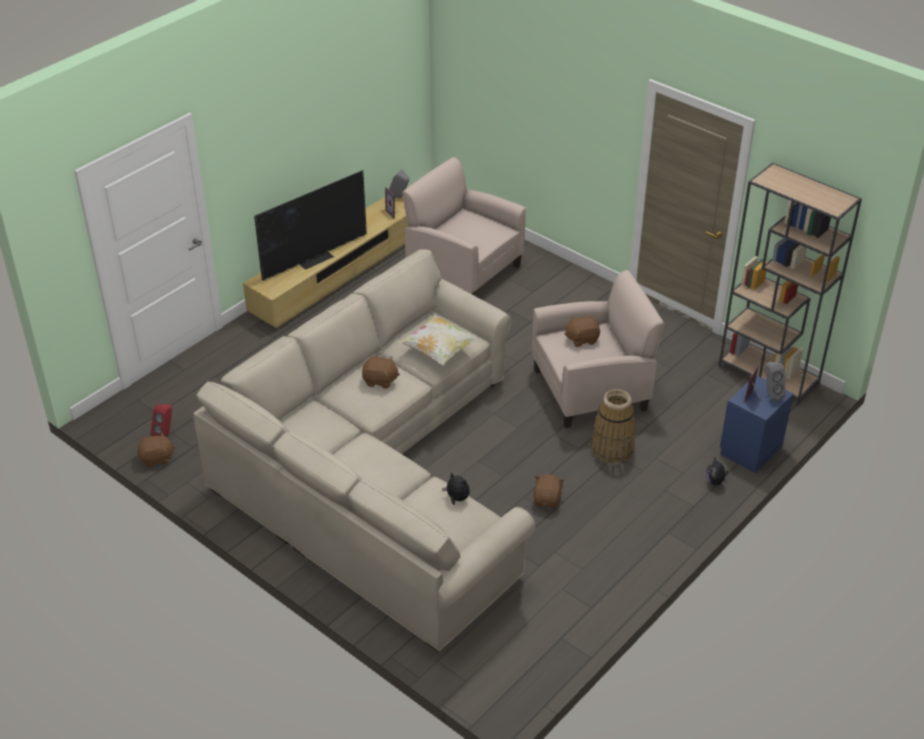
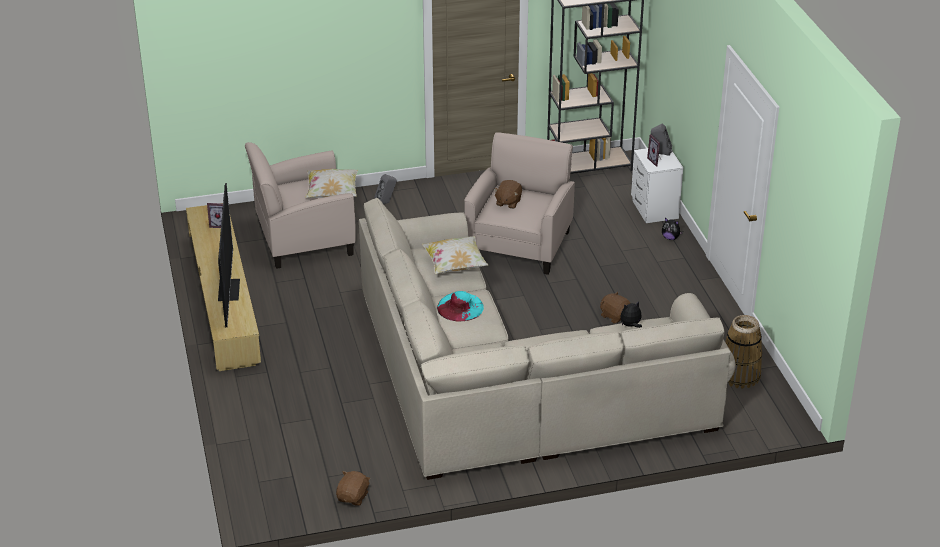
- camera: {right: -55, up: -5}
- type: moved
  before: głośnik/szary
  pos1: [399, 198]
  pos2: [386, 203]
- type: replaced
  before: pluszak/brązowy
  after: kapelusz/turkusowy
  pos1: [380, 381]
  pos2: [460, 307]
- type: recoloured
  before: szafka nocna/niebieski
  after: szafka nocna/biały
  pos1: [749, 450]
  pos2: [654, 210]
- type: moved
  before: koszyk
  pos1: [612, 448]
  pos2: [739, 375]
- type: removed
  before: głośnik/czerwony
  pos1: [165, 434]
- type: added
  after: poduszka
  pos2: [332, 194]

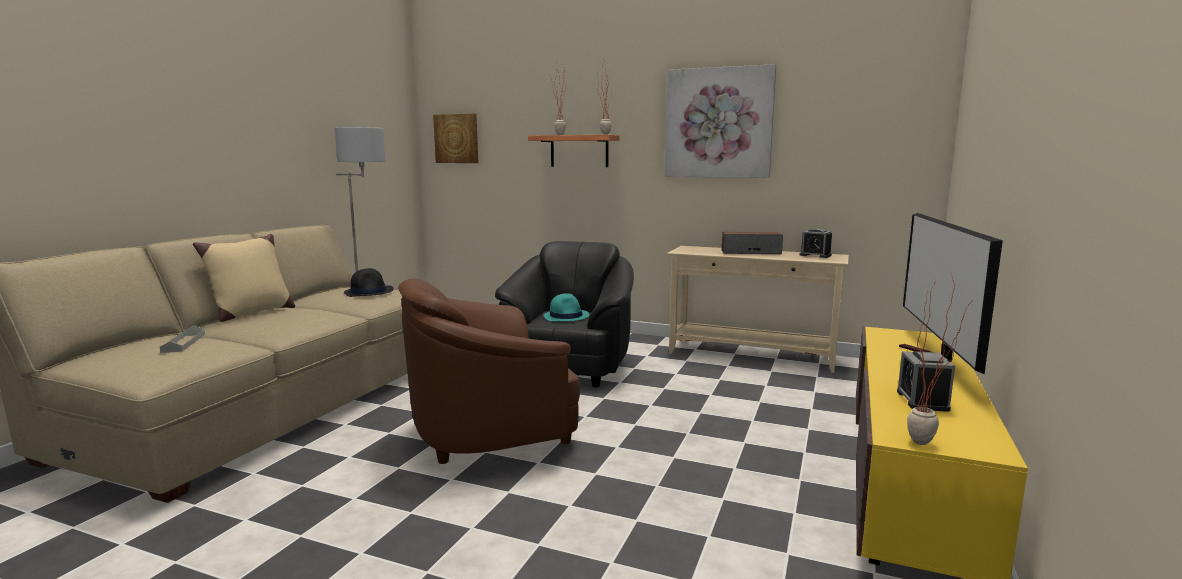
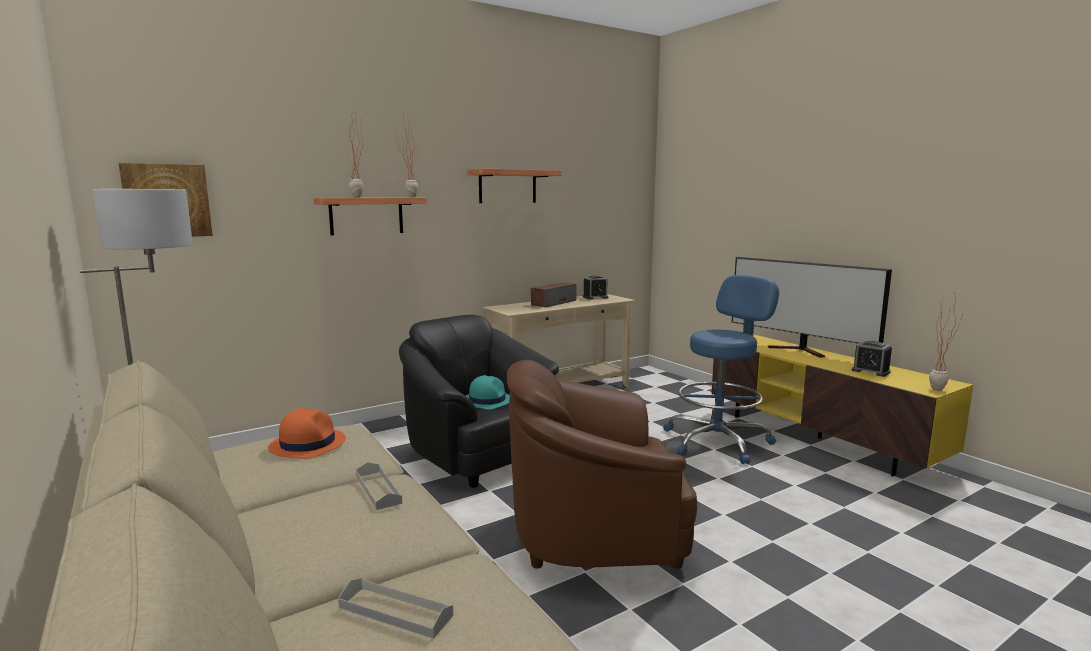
- camera: {right: -55, up: 0}
- type: replaced
  before: obraz
  after: półka
  pos1: [718, 123]
  pos2: [507, 186]
- type: removed
  before: poduszka/beżowy
  pos1: [251, 313]
- type: recoloured
  before: kapelusz/czarny
  after: kapelusz/pomarańczowy
  pos1: [369, 292]
  pos2: [307, 444]
- type: turned
  before: fotel/brązowy
  pos1: [491, 433]
  pos2: [595, 536]
  turn: 75
- type: added
  after: stołek/niebieski
  pos2: [718, 441]
- type: added
  after: taca/szary
  pos2: [378, 489]

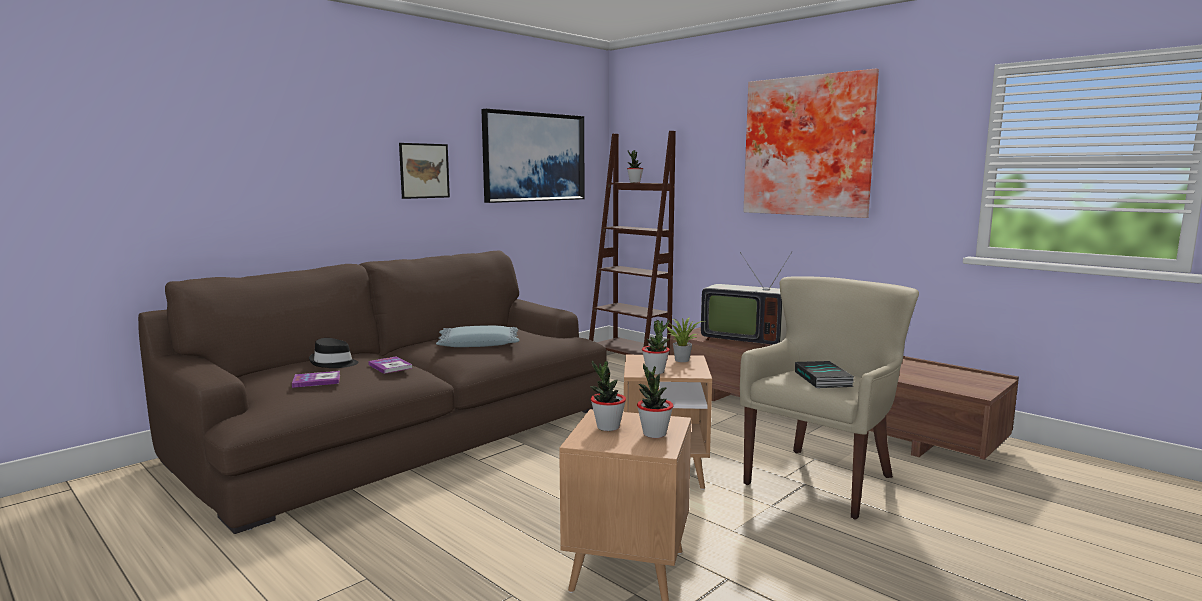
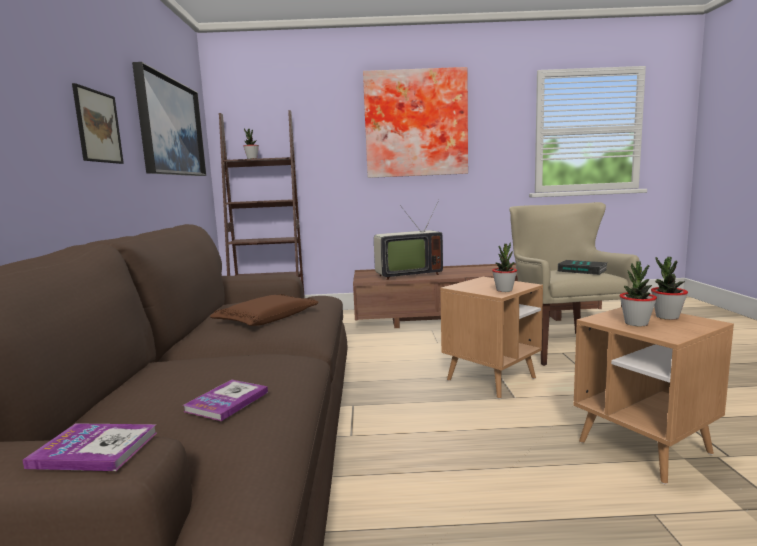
- camera: {right: -45, up: 0}
- type: removed
  before: roślina doniczkowa
  pos1: [681, 359]
- type: recoloured
  before: poduszka/niebieski
  after: poduszka/brązowy
  pos1: [478, 343]
  pos2: [267, 316]
- type: removed
  before: kapelusz/czarny
  pos1: [333, 363]
- type: moved
  before: książka
  pos1: [390, 366]
  pos2: [94, 449]

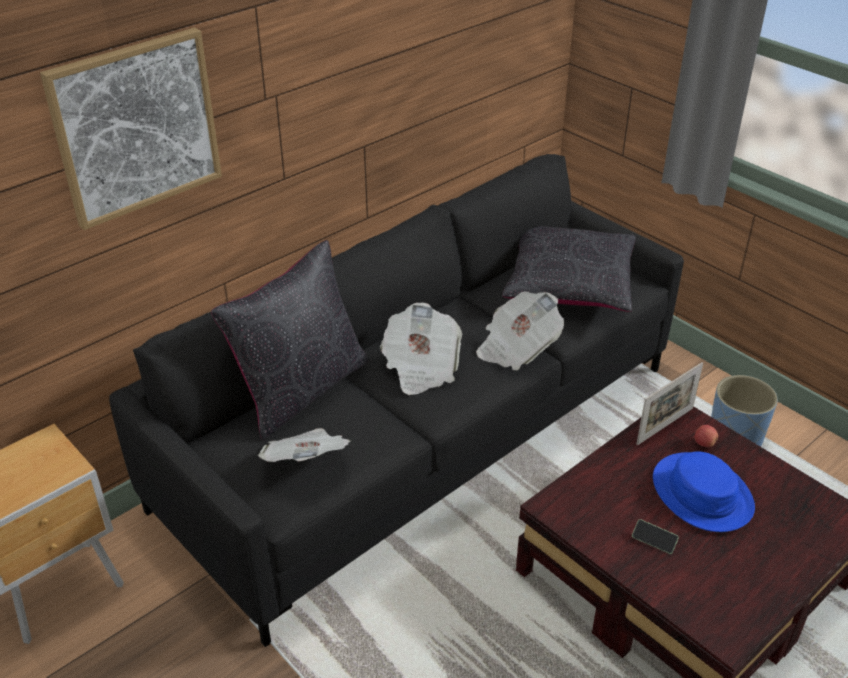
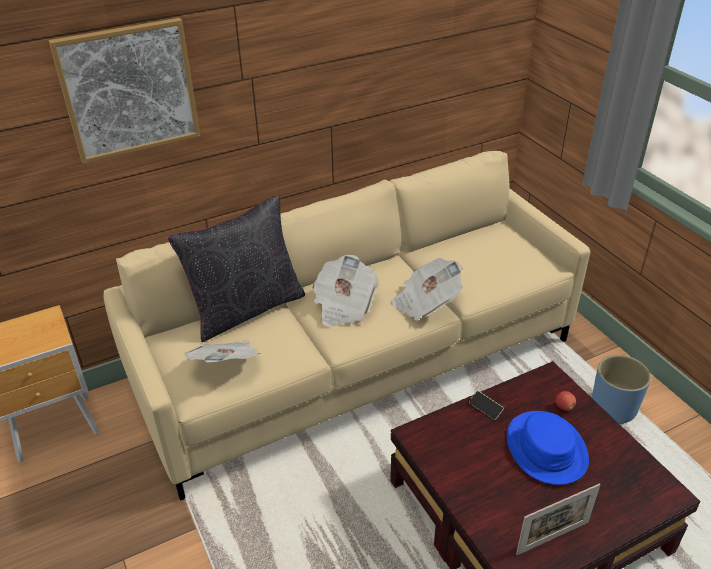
- camera: {right: 15, up: 0}
- type: recoloured
  before: kanapa/czarny
  after: kanapa/beżowy
  pos1: [424, 437]
  pos2: [356, 362]
- type: removed
  before: poduszka/czarny
  pos1: [569, 284]
- type: moved
  before: ramka na zdjęcie
  pos1: [665, 426]
  pos2: [552, 538]
- type: moved
  before: telefon
  pos1: [654, 540]
  pos2: [485, 408]

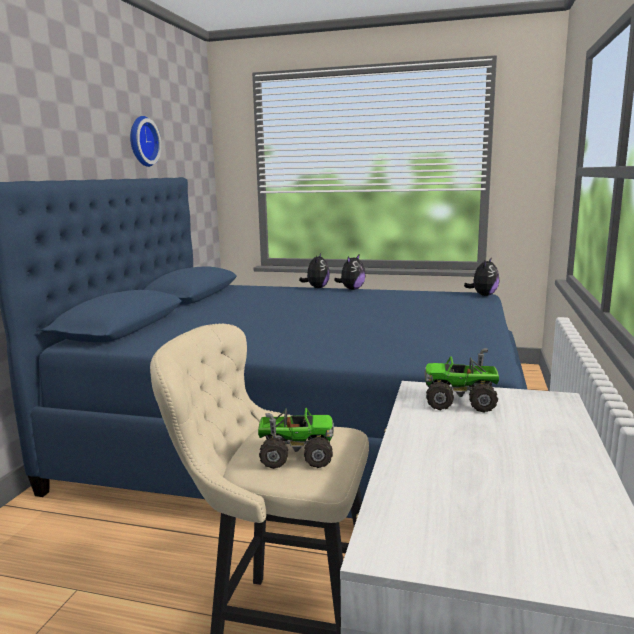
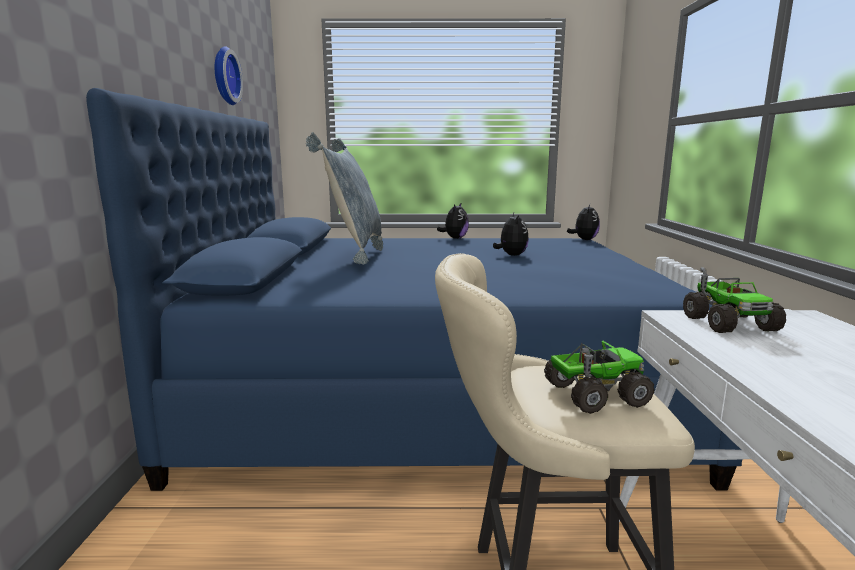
- camera: {right: -15, up: 0}
- type: moved
  before: pluszak
  pos1: [317, 288]
  pos2: [511, 255]
- type: turned
  before: ciężarówka zabawkowa
  pos1: [460, 400]
  pos2: [728, 323]
  turn: -90
- type: added
  after: poduszka
  pos2: [351, 259]

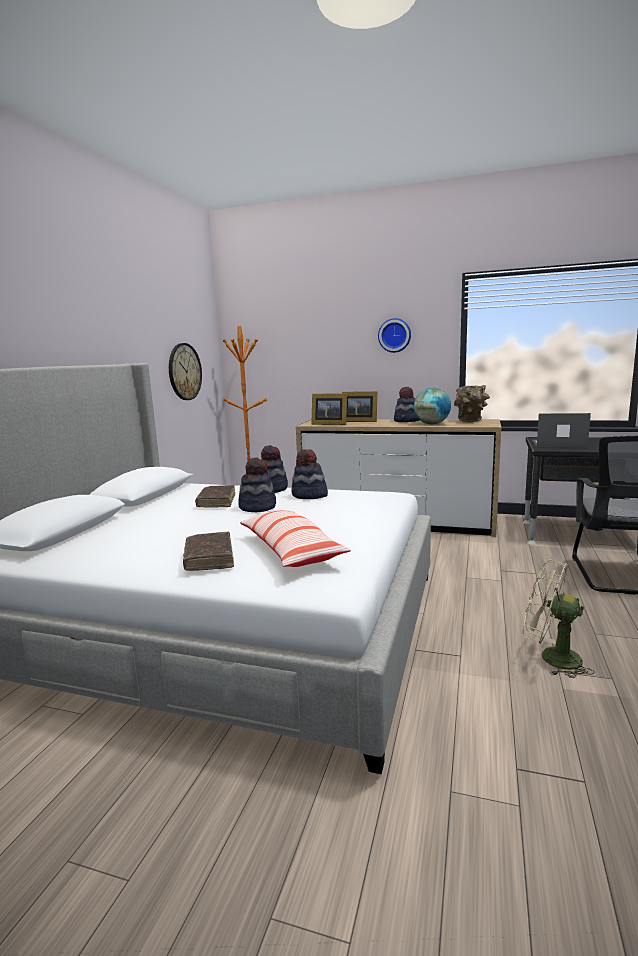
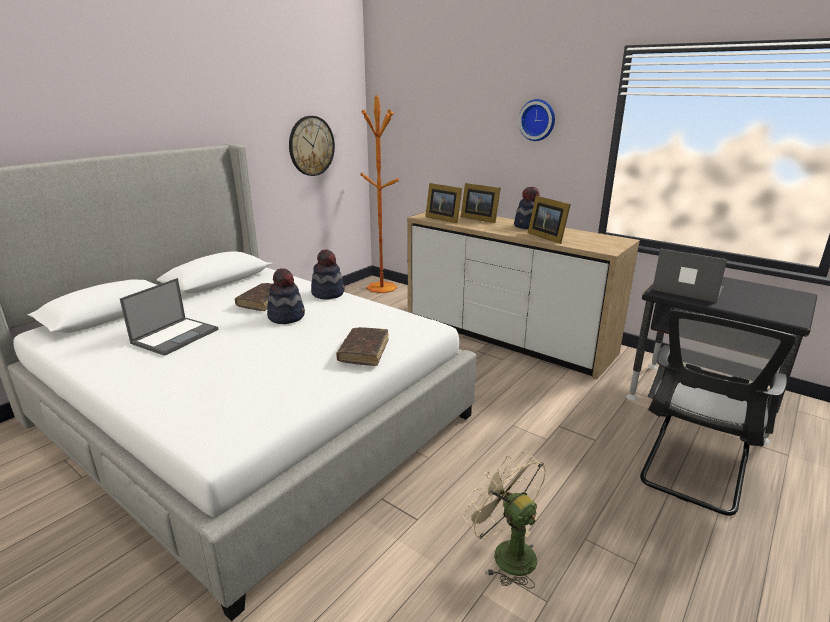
- camera: {right: 20, up: 10}
- type: removed
  before: wazon/brązowy
  pos1: [471, 421]
- type: replaced
  before: globus
  after: ramka na zdjęcie
  pos1: [432, 424]
  pos2: [547, 237]
- type: removed
  before: kapelusz
  pos1: [309, 495]
- type: removed
  before: poduszka
  pos1: [290, 550]
- type: moved
  before: książka/brązowy
  pos1: [209, 558]
  pos2: [364, 352]
- type: added
  after: laptop
  pos2: [176, 336]

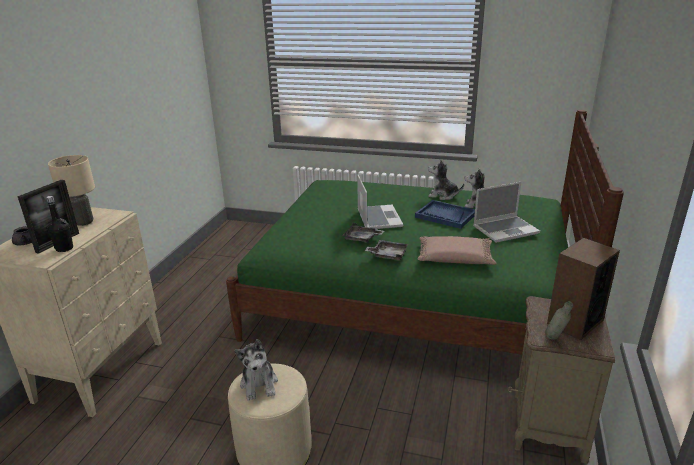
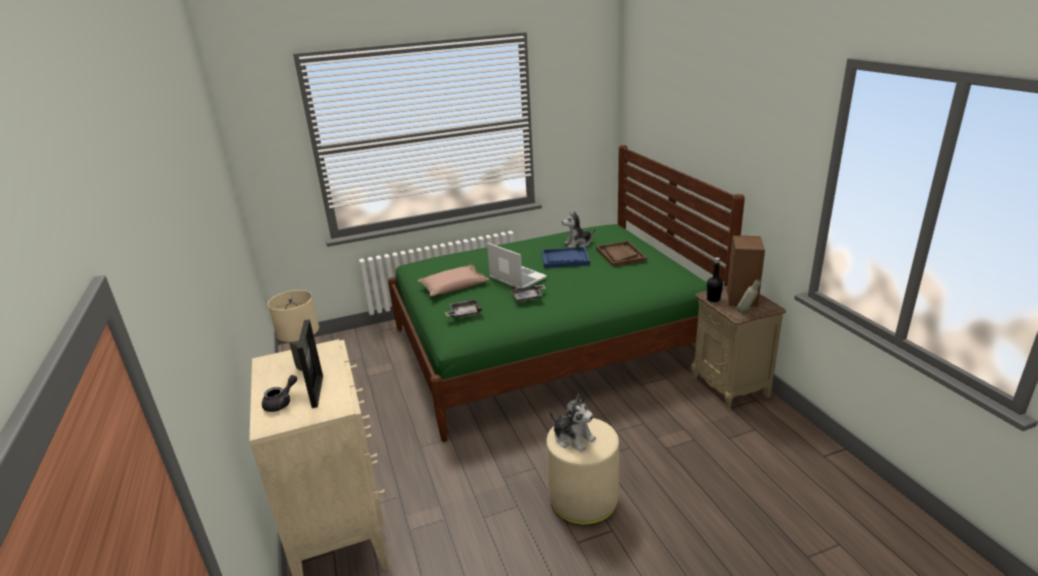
- camera: {right: -35, up: 0}
- type: removed
  before: pluszak
  pos1: [443, 195]
- type: replaced
  before: laptop
  after: taca/brązowy
  pos1: [505, 230]
  pos2: [620, 255]
- type: moved
  before: butelka/czarny
  pos1: [64, 248]
  pos2: [713, 299]
- type: moved
  before: poduszka/beżowy
  pos1: [455, 255]
  pos2: [453, 285]
- type: moved
  before: taca/szary
  pos1: [388, 255]
  pos2: [464, 314]

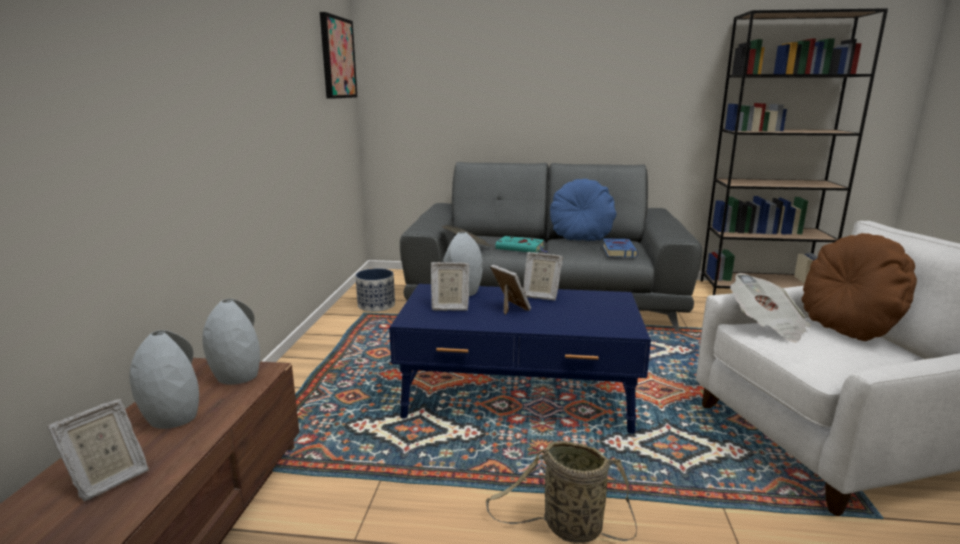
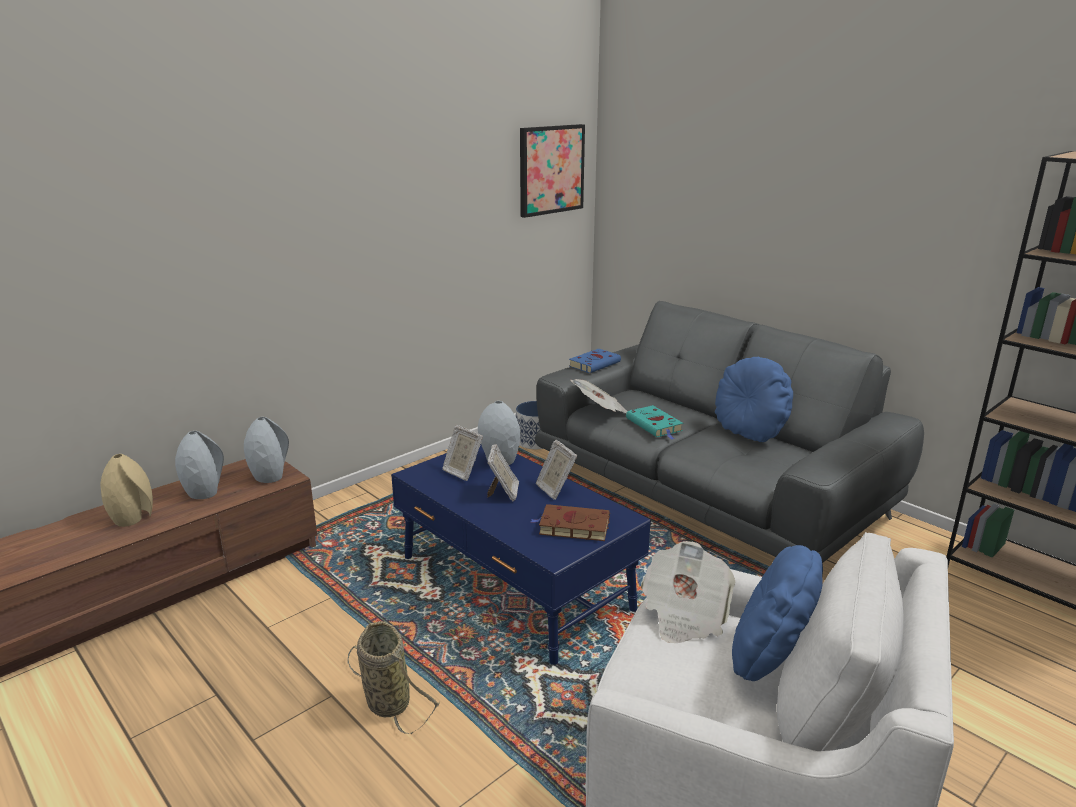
- camera: {right: 40, up: 5}
- type: recoloured
  before: poduszka/brązowy
  after: poduszka/niebieski
  pos1: [846, 330]
  pos2: [769, 661]
- type: moved
  before: książka/niebieski
  pos1: [618, 250]
  pos2: [595, 364]
- type: replaced
  before: ramka na zdjęcie
  after: wazon/beżowy
  pos1: [108, 480]
  pos2: [133, 518]
- type: added
  after: książka/brązowy
  pos2: [572, 527]

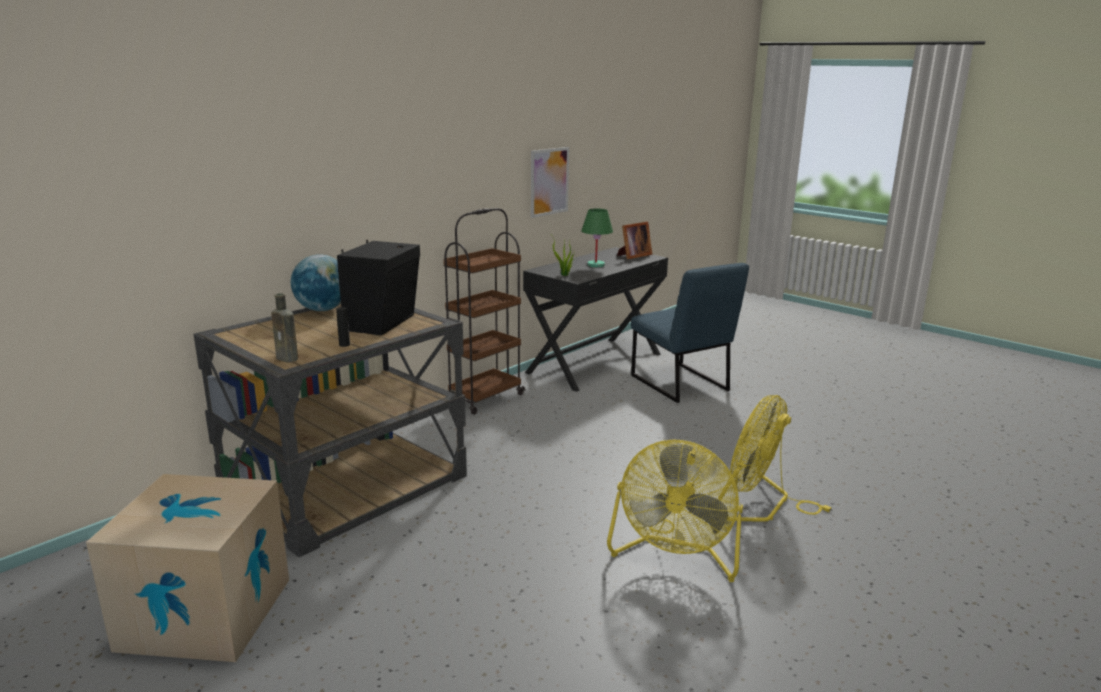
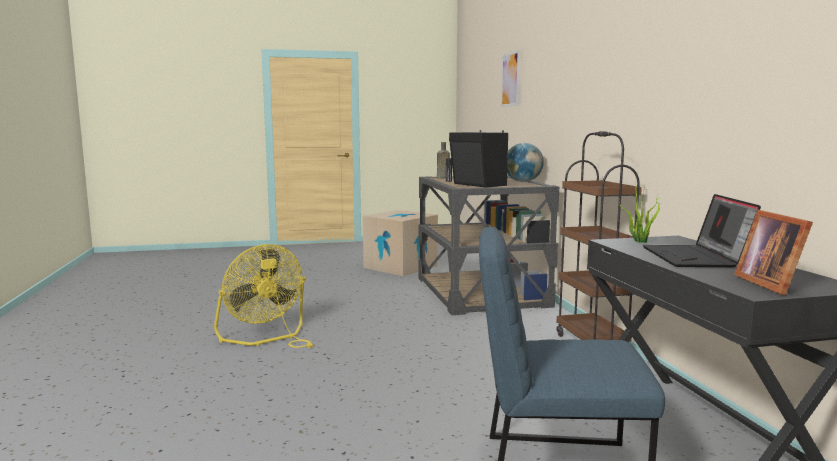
- camera: {right: 125, up: -10}
- type: moved
  before: obraz
  pos1: [549, 181]
  pos2: [510, 79]
- type: replaced
  before: lampa stołowa/zielony
  after: laptop
  pos1: [596, 265]
  pos2: [696, 258]
- type: removed
  before: wentylator/żółty
  pos1: [764, 503]

